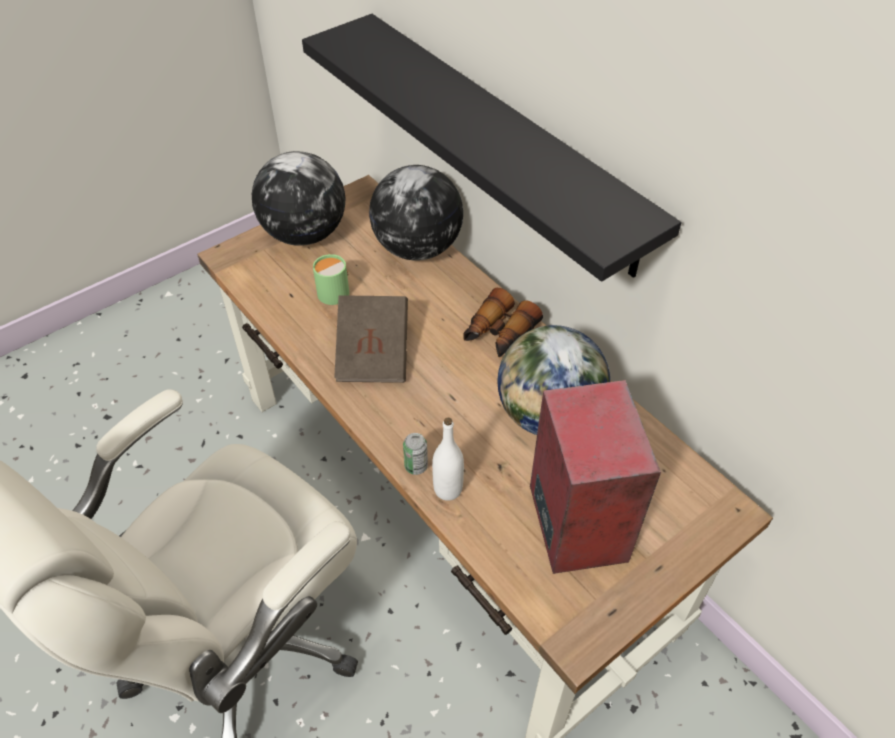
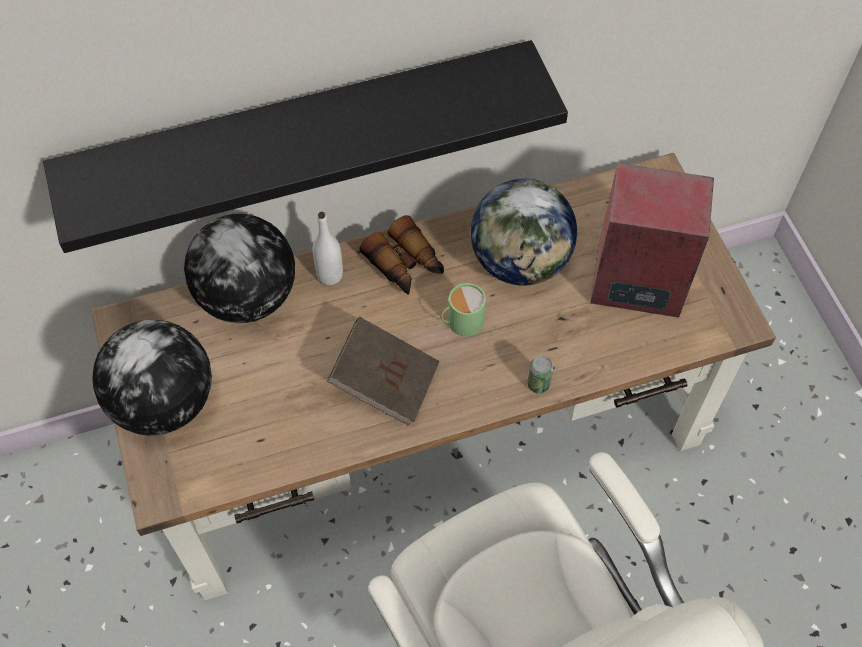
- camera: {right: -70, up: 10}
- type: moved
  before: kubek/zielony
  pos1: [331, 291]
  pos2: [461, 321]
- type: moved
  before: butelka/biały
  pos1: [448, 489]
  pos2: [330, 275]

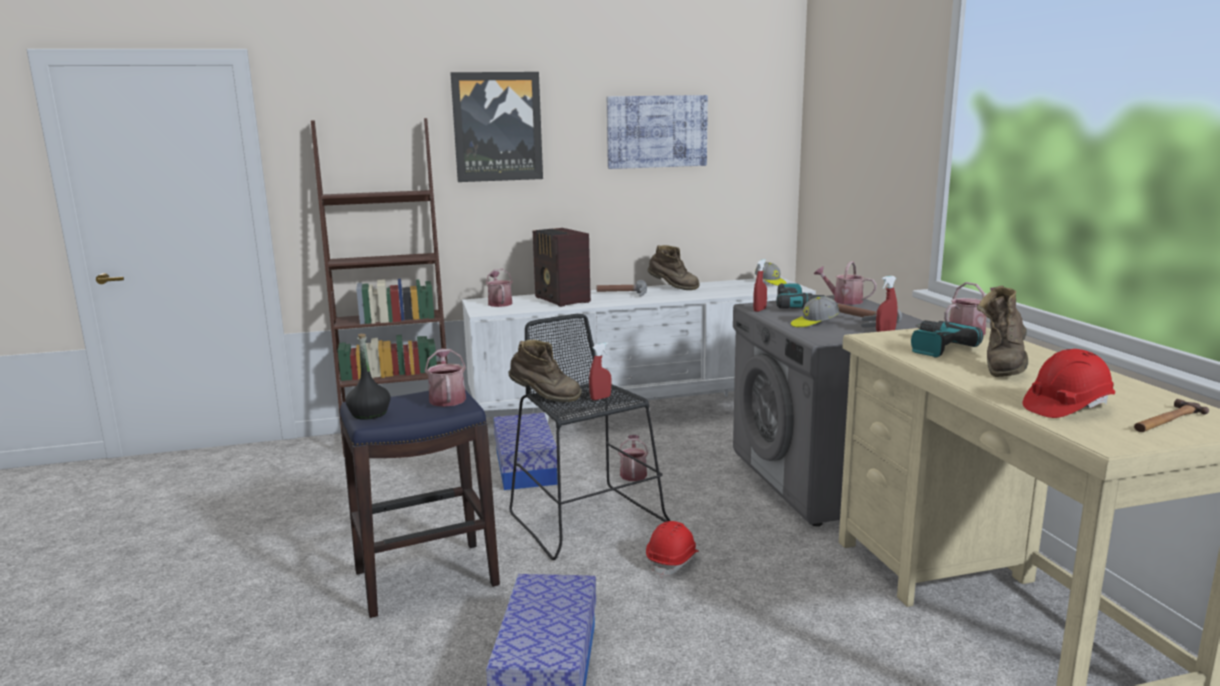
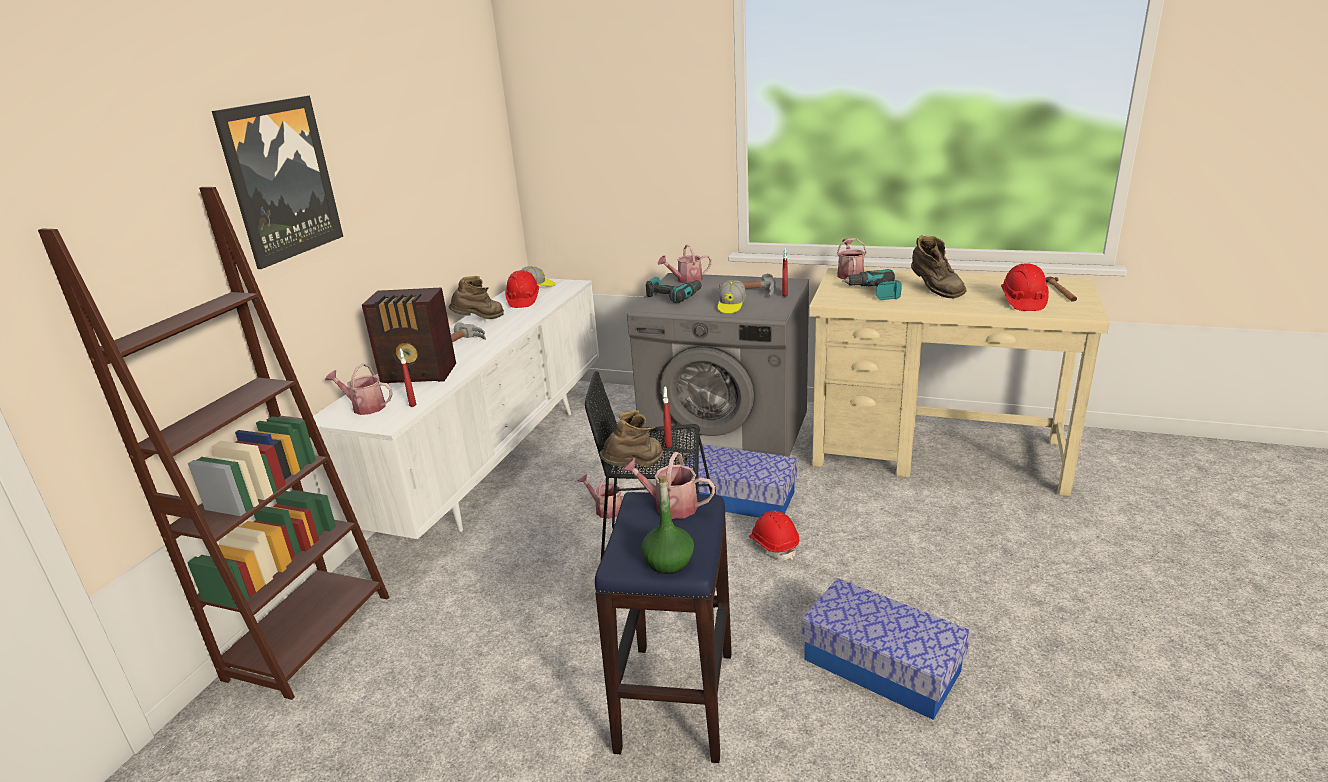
- camera: {right: -55, up: 10}
- type: removed
  before: obraz
  pos1: [657, 131]
- type: moved
  before: spryskiwacz/czerwony
  pos1: [759, 310]
  pos2: [412, 403]
- type: recoloured
  before: butelka/czarny
  after: butelka/zielony
  pos1: [369, 414]
  pos2: [669, 562]
- type: moved
  before: pojemnik do przechowywania
  pos1: [525, 467]
  pos2: [739, 498]
- type: added
  after: kask/czerwony
  pos2: [523, 300]

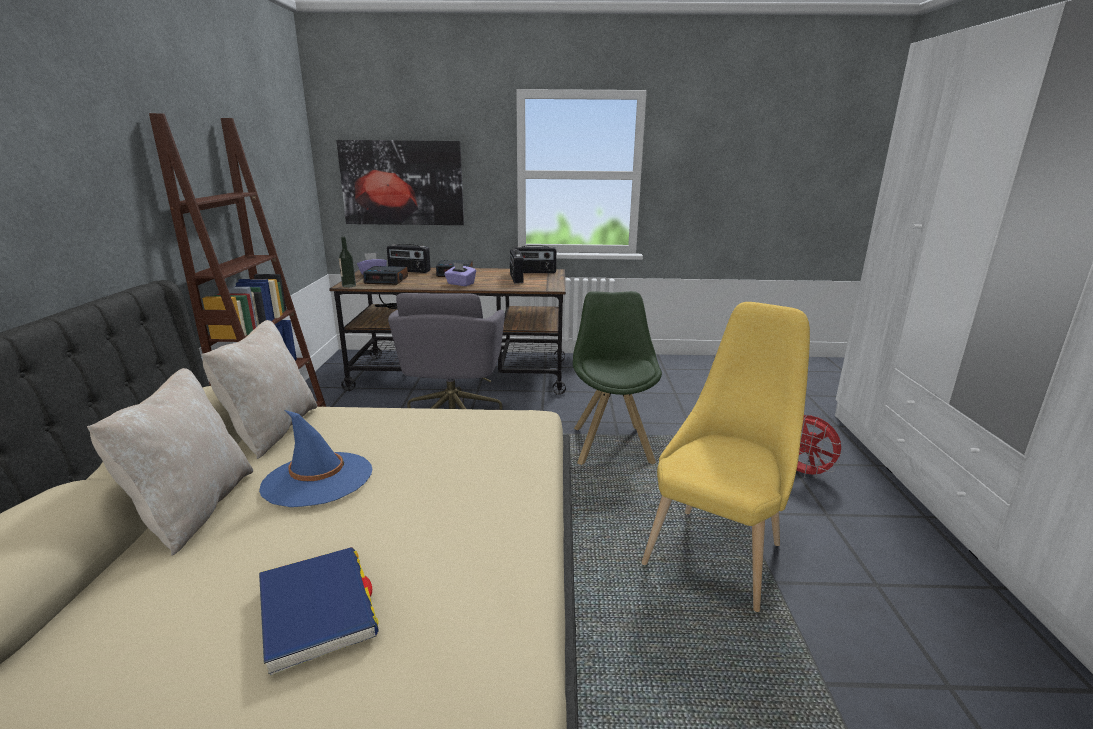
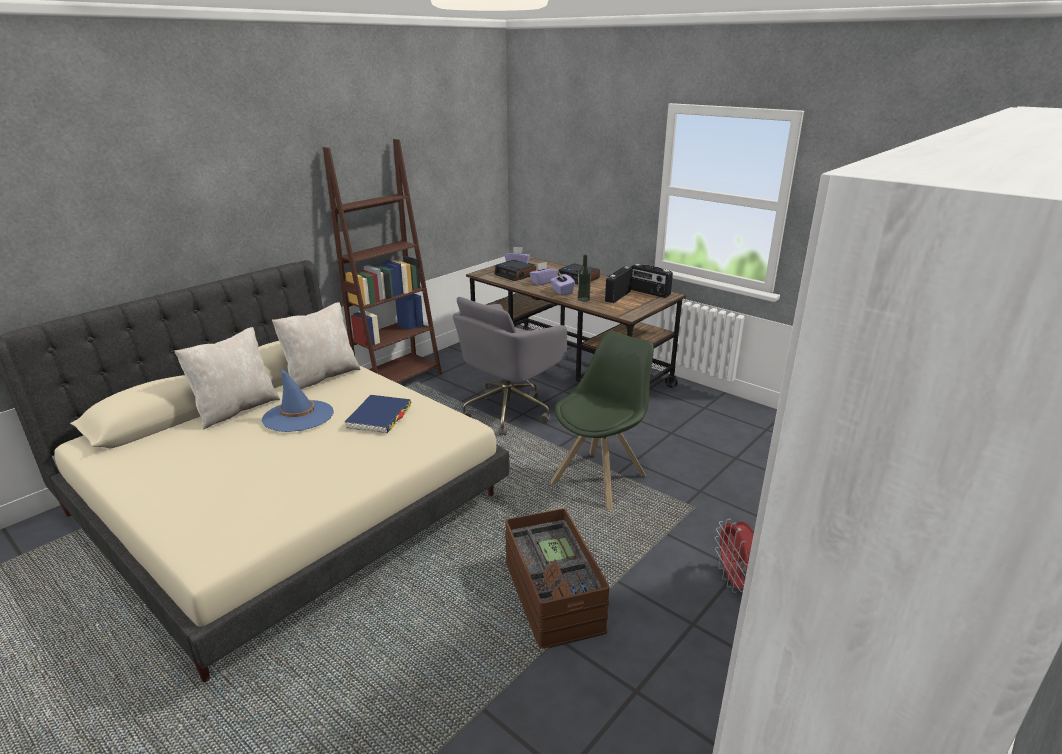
- camera: {right: 40, up: 5}
- type: removed
  before: obraz
  pos1: [402, 183]
- type: moved
  before: butelka
  pos1: [349, 286]
  pos2: [583, 299]
- type: removed
  before: radio
  pos1: [409, 271]
- type: replaced
  before: krzesło/żółty
  after: pojemnik do przechowywania/brązowy
  pos1: [718, 549]
  pos2: [554, 594]
- type: moved
  before: książka/niebieski
  pos1: [317, 610]
  pos2: [379, 417]
- type: added
  after: pudełko chusteczek/fioletowy
  pos2: [543, 282]

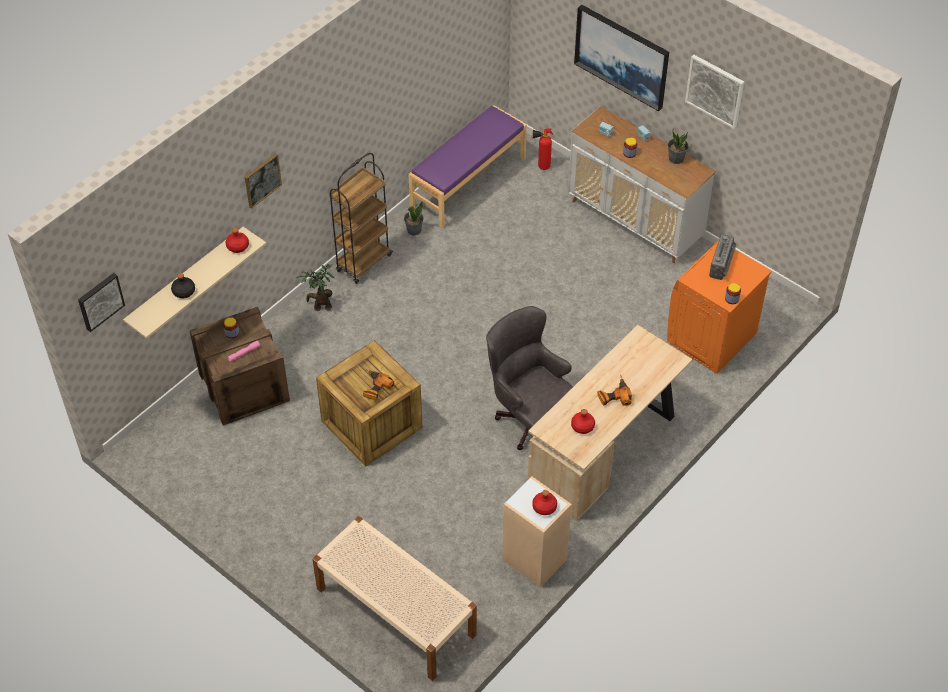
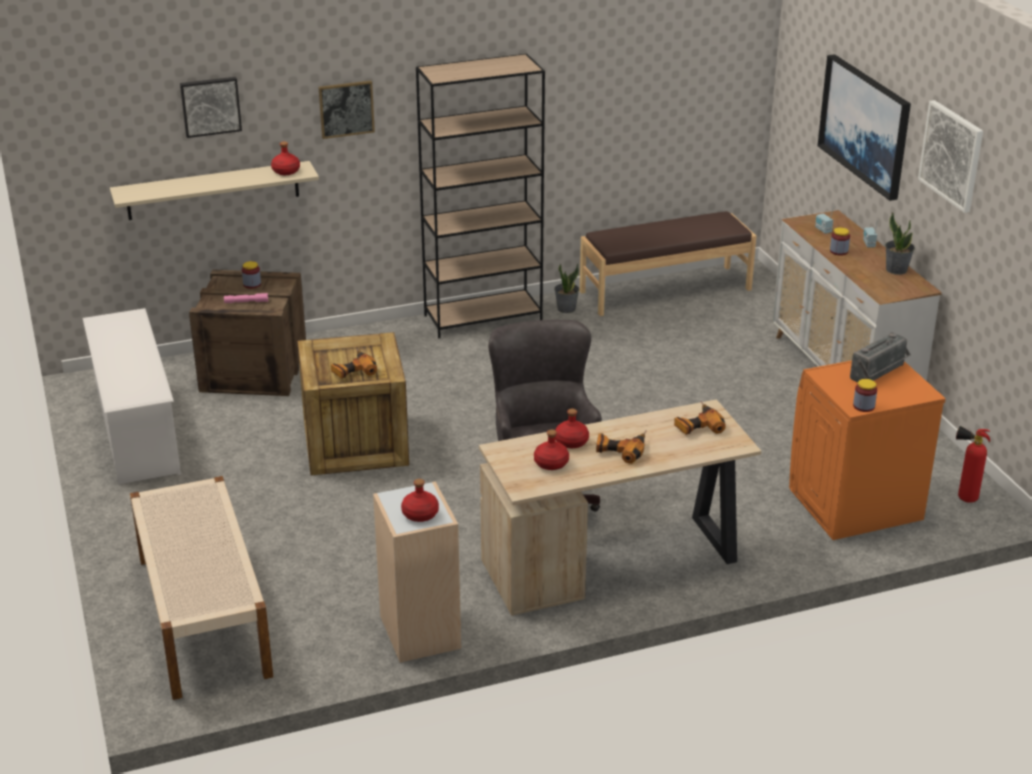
- camera: {right: 30, up: -20}
- type: recoloured
  before: ławka/fioletowy
  after: ławka/brązowy
  pos1: [467, 182]
  pos2: [665, 290]
- type: moved
  before: gaśnica
  pos1: [541, 166]
  pos2: [962, 497]
- type: replaced
  before: wózek/brązowy
  after: regał/beżowy
  pos1: [363, 263]
  pos2: [483, 317]
- type: removed
  before: roślina doniczkowa
  pos1: [320, 307]
- type: moved
  before: obraz
  pos1: [100, 301]
  pos2: [210, 106]
- type: removed
  before: butelka/czarny
  pos1: [184, 292]
- type: added
  after: regał na buty/biały
  pos2: [137, 431]
- type: added
  after: wiertarka
  pos2: [697, 425]
- type: added
  after: butelka/czerwony
  pos2: [571, 442]

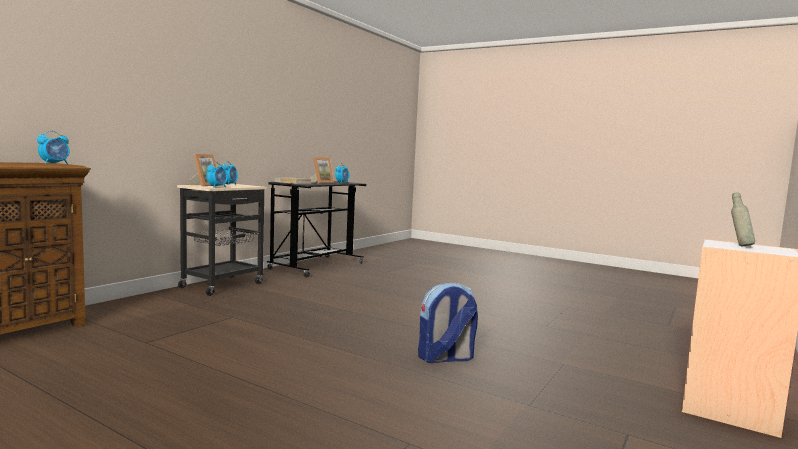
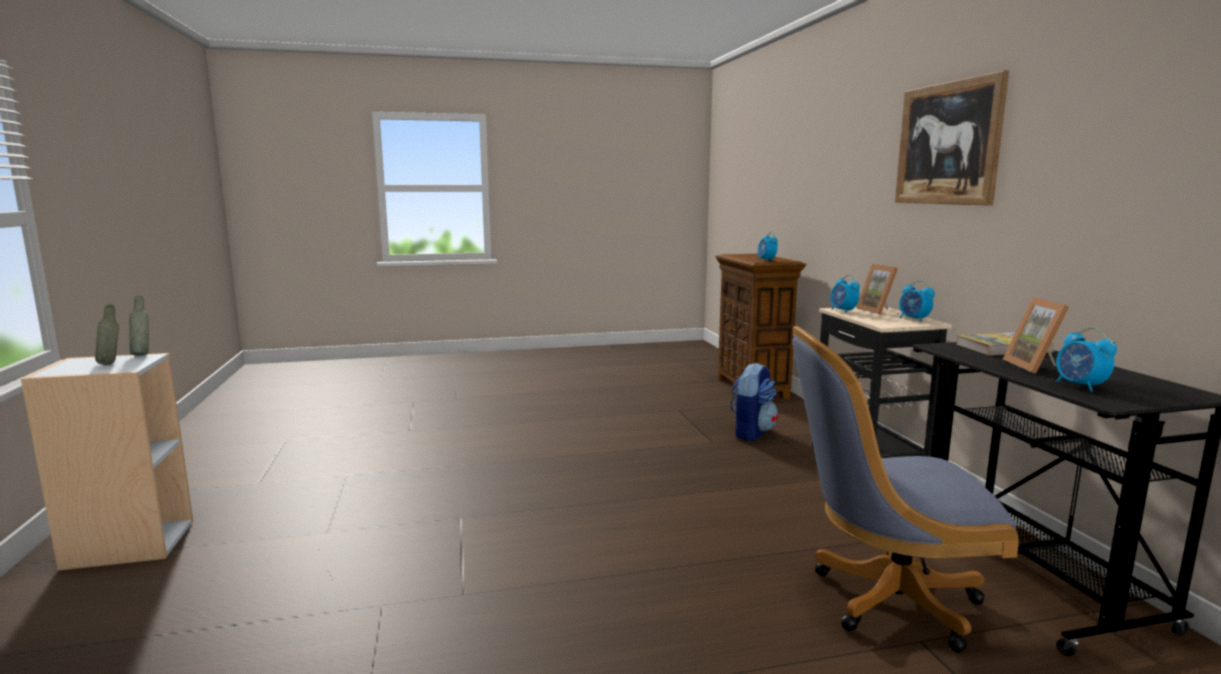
- camera: {right: 135, up: 5}
- type: moved
  before: plecak
  pos1: [445, 358]
  pos2: [751, 432]
- type: added
  after: obraz
  pos2: [947, 144]
- type: added
  after: butelka/szary
  pos2: [142, 354]
- type: added
  after: krzesło biurowe/niebieski
  pos2: [881, 602]

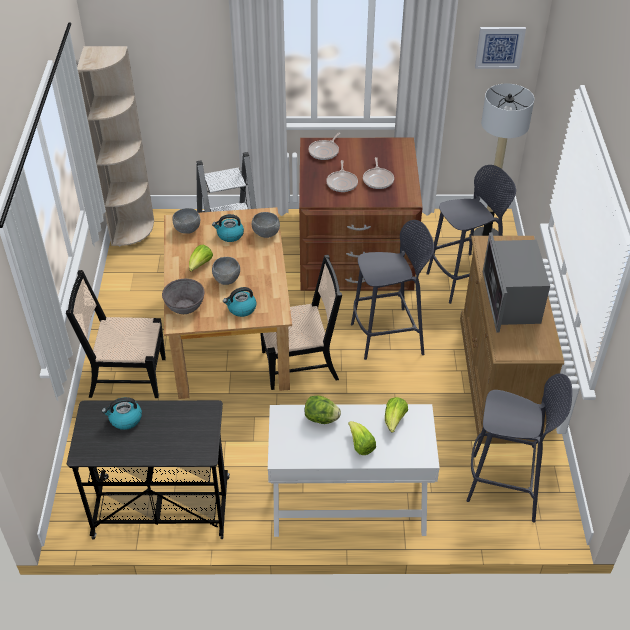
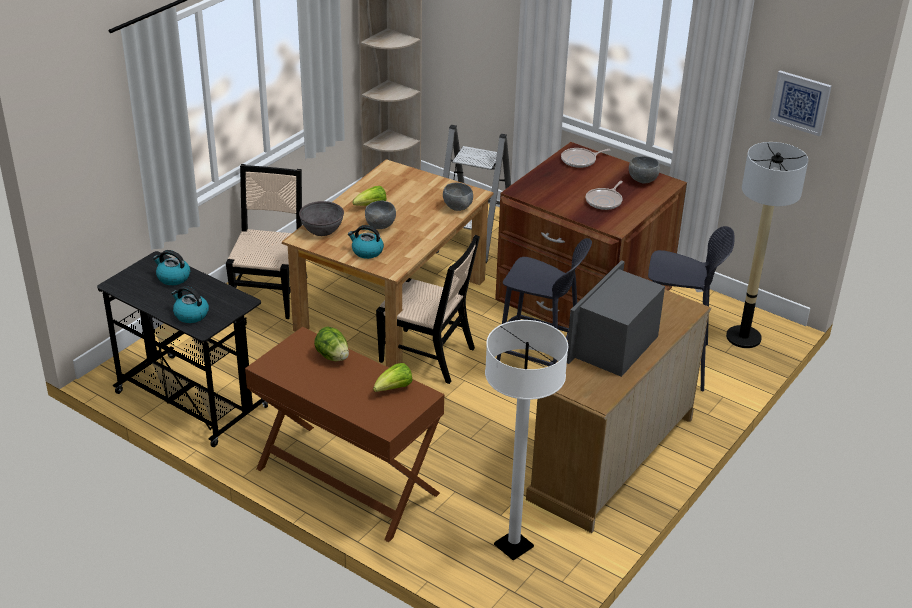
- camera: {right: 35, up: -10}
- type: removed
  before: patelnia
  pos1: [342, 182]
- type: moved
  before: miska/szary
  pos1: [188, 230]
  pos2: [643, 181]
- type: moved
  before: czajnik
  pos1: [229, 235]
  pos2: [190, 315]
- type: turned
  before: krzesło
  pos1: [127, 377]
  pos2: [270, 295]
  turn: 60
- type: replaced
  before: stołek/szary
  after: lampa stojąca/biały
  pos1: [506, 485]
  pos2: [513, 546]
- type: recoloured
  before: stolik konsolowy/biały
  after: stolik konsolowy/brązowy
  pos1: [349, 505]
  pos2: [346, 481]
- type: removed
  before: sałata
  pos1: [360, 445]

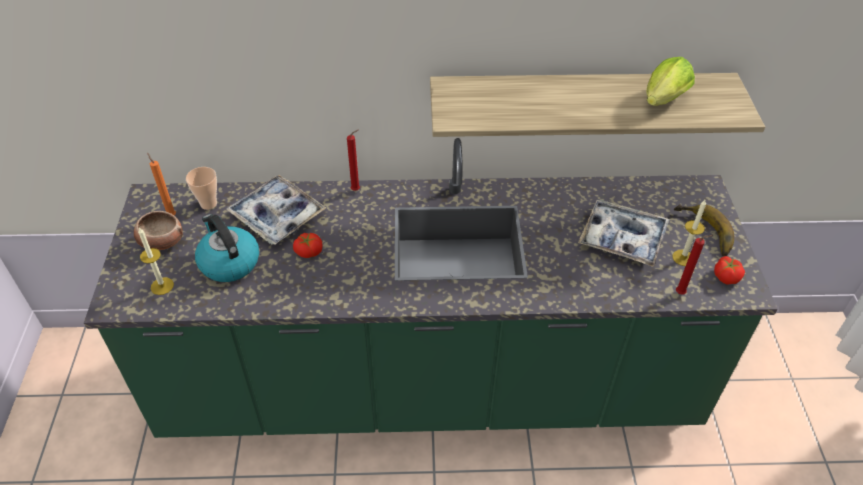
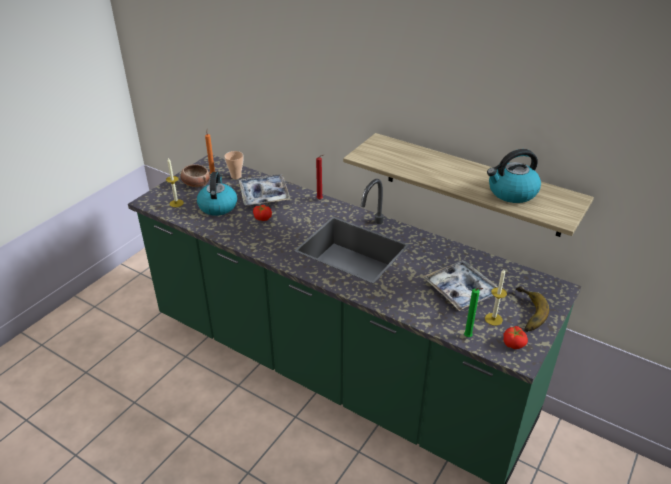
- camera: {right: 35, up: -10}
- type: replaced
  before: sałata
  after: czajnik
  pos1: [662, 101]
  pos2: [511, 192]
- type: recoloured
  before: świeca/czerwony
  after: świeca/zielony
  pos1: [681, 293]
  pos2: [468, 337]

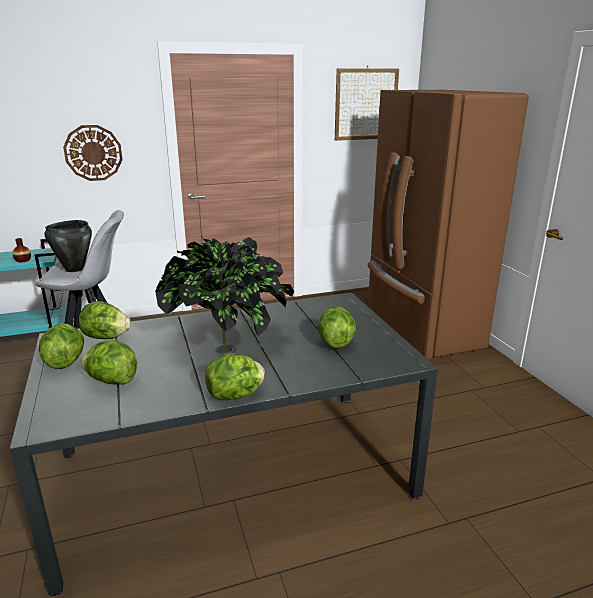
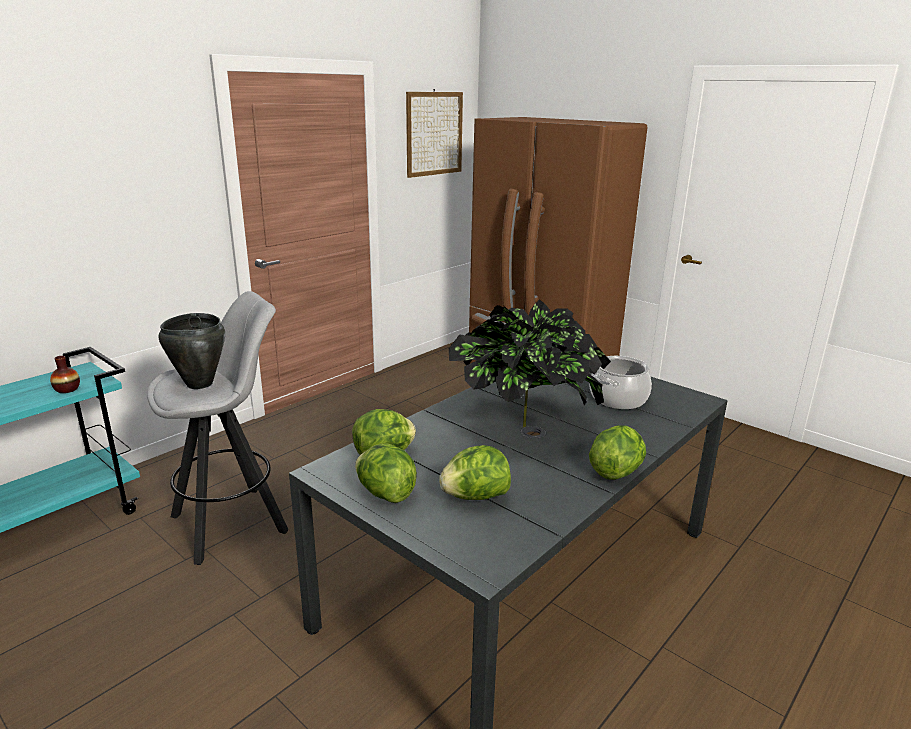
- camera: {right: -30, up: 0}
- type: removed
  before: zegar ścienny
  pos1: [93, 153]
- type: replaced
  before: sałata
  after: garnek
  pos1: [335, 342]
  pos2: [618, 399]

